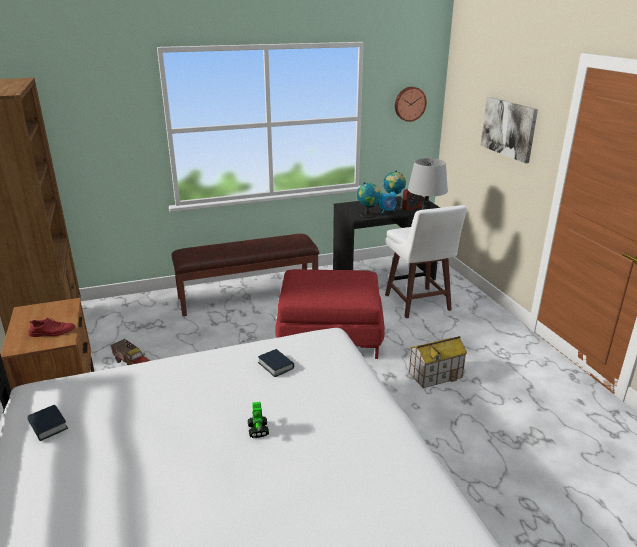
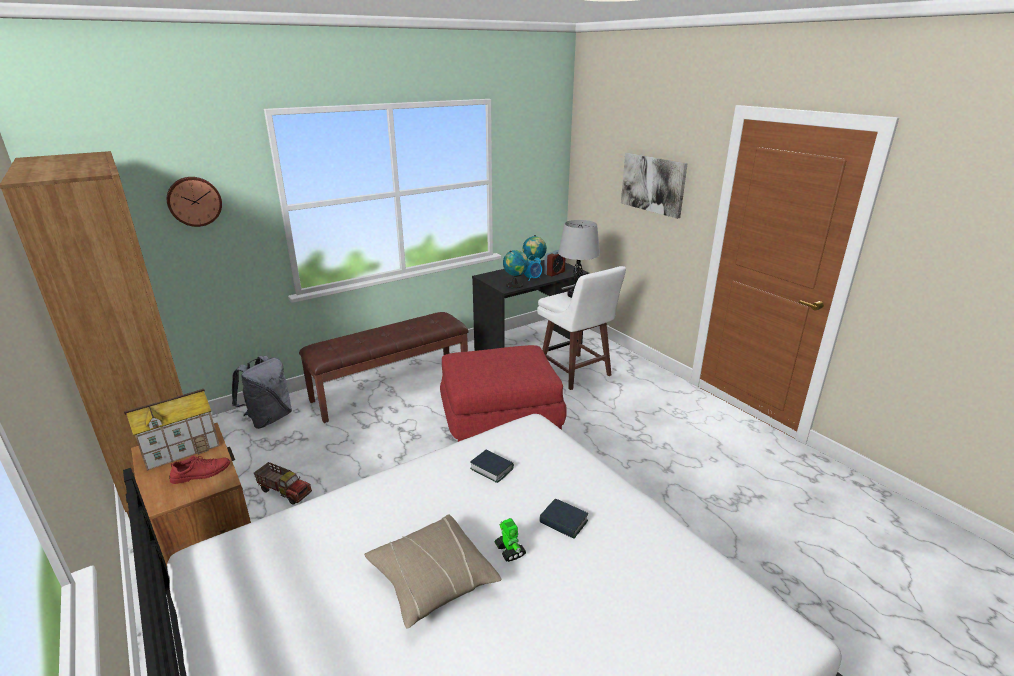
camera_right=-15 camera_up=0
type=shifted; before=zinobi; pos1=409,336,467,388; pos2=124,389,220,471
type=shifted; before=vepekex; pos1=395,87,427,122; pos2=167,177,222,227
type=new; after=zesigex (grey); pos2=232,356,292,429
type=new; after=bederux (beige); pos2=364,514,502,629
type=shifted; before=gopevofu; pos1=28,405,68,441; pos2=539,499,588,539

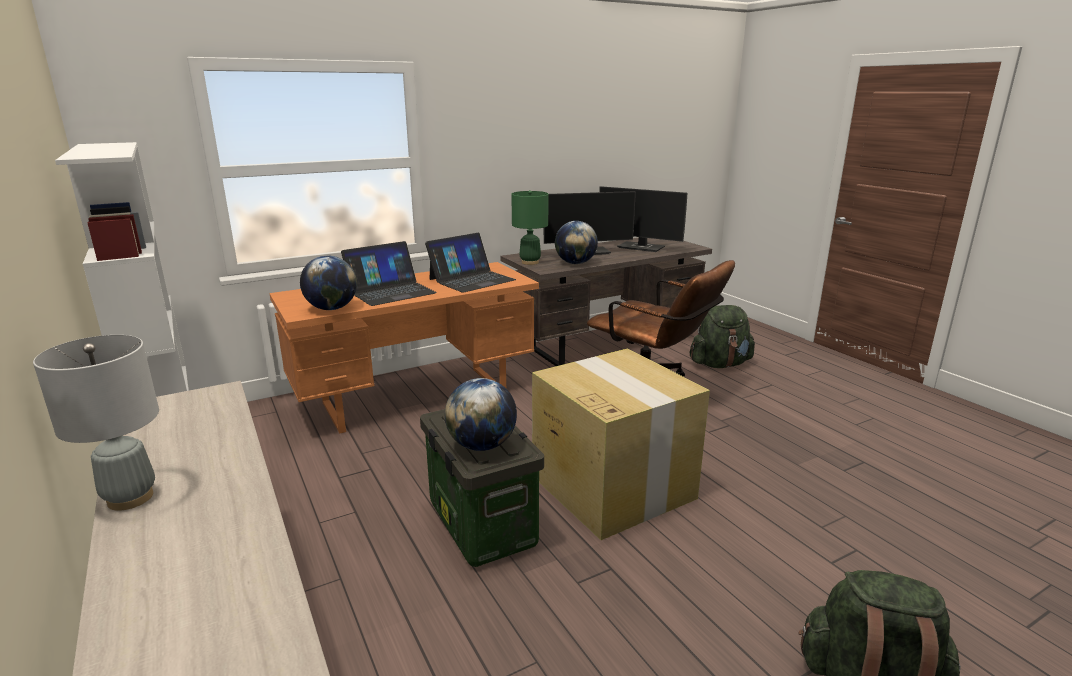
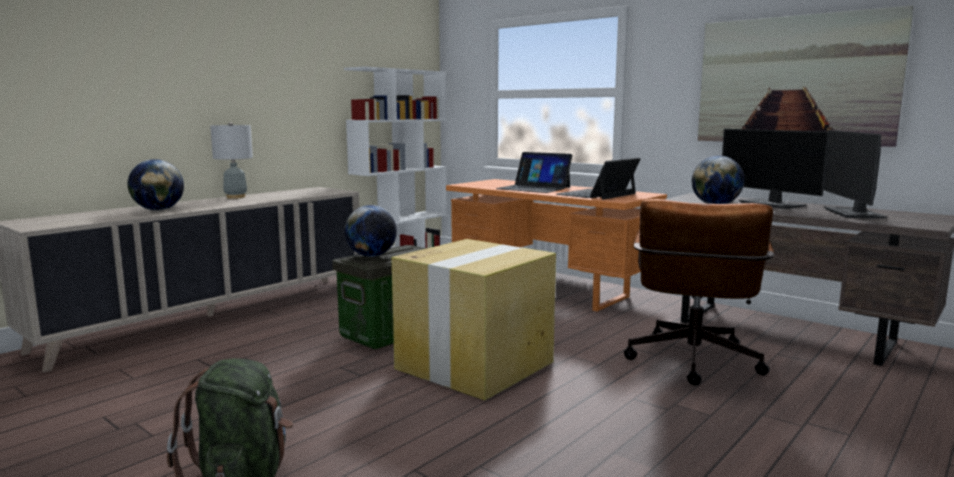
camera_right=70 camera_up=-10
type=shifted; before=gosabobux; pos1=300,255,357,310; pos2=128,159,184,210
type=rotated; before=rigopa; pos1=425,233,516,293; pos2=557,158,640,200; turn=105
type=new; after=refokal; pos2=698,5,914,147
type=gone; before=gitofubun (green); pos1=511,190,549,265
type=gone; before=zesigex (green); pos1=690,305,755,368

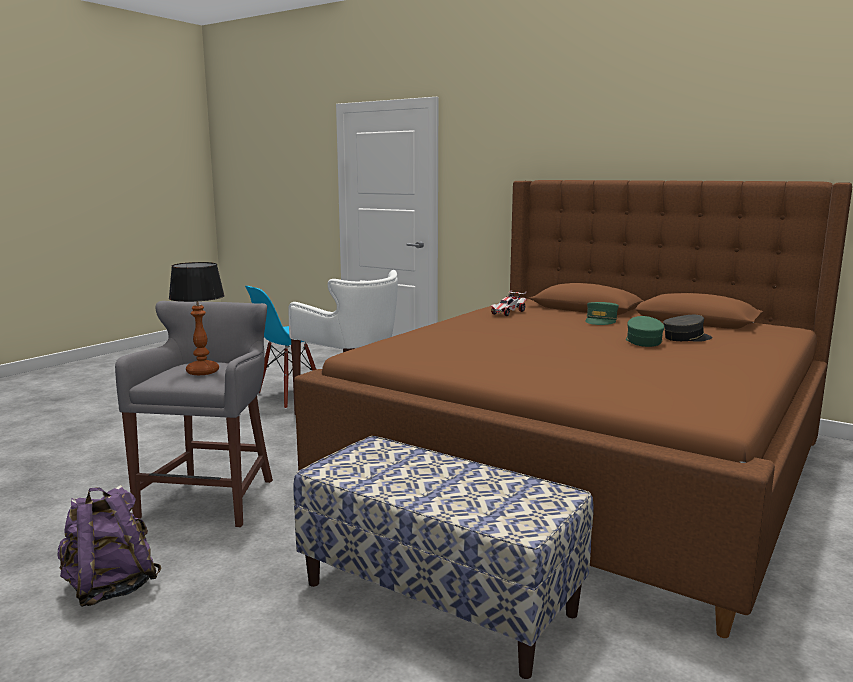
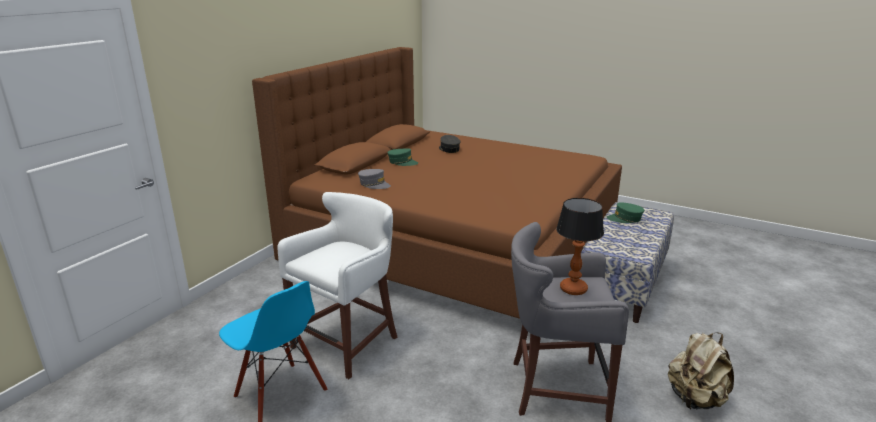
camera_right=-95 camera_up=10
type=swapped; before=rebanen; after=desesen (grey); pos1=490,290,527,316; pos2=358,169,391,189
type=shifted; before=desesen (green); pos1=626,316,664,347; pos2=606,202,644,223
type=repainted; before=zesigex (purple); after=zesigex (beige); pos1=58,485,162,607; pos2=668,332,734,409

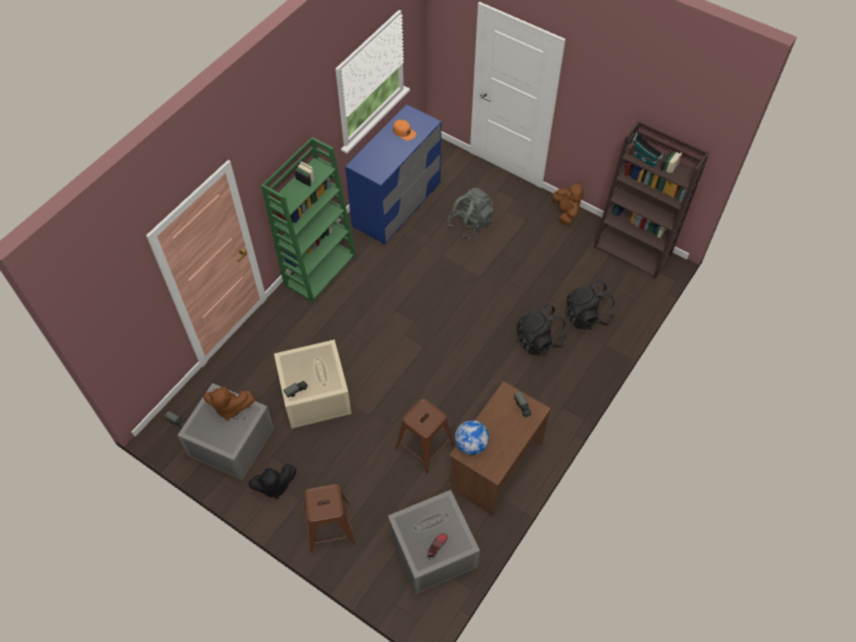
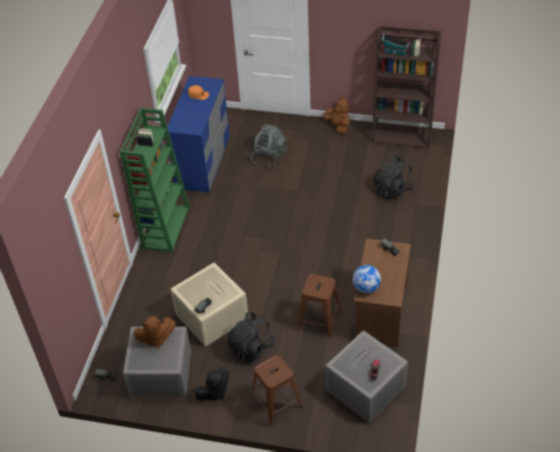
camera_right=-20 camera_up=-10
type=shifted; before=zesigex (black); pos1=517,304,566,355; pos2=227,312,275,363

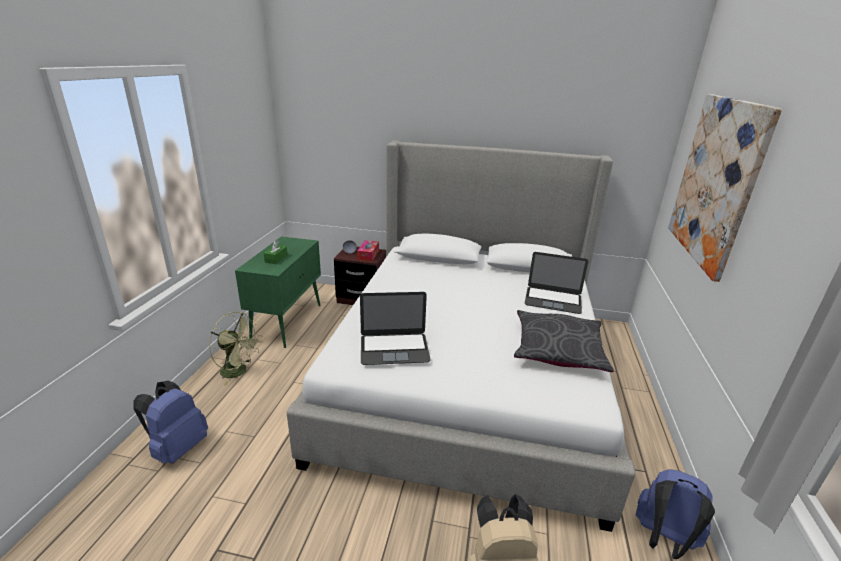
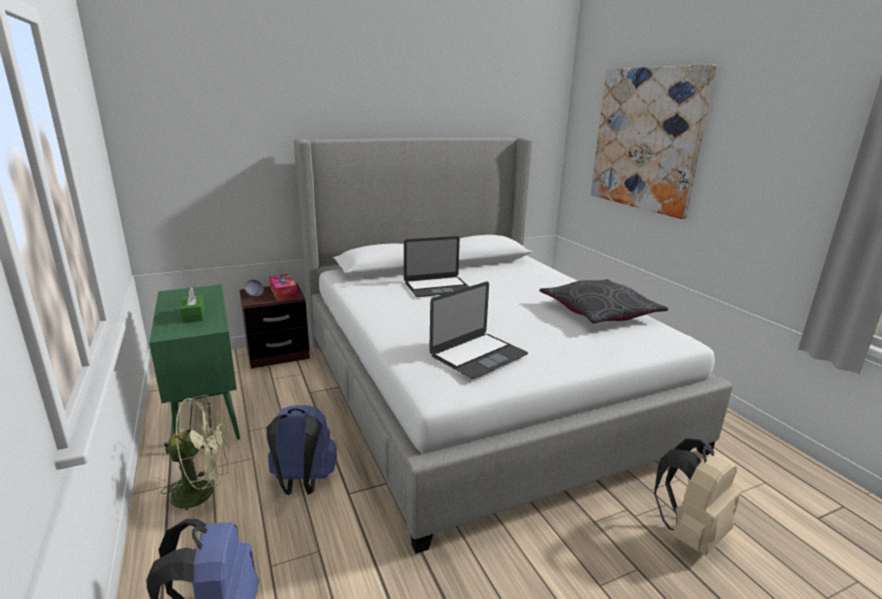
camera_right=-35 camera_up=-5
type=shifted; before=zesigex (blue); pos1=636,469,715,559; pos2=267,406,337,495
type=shifted; before=rigopa; pos1=525,252,588,314; pos2=404,236,469,297

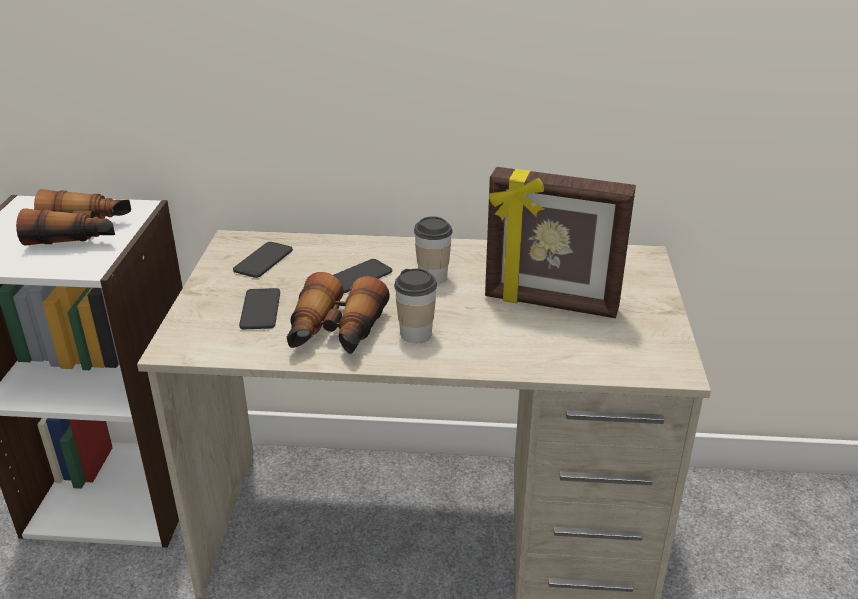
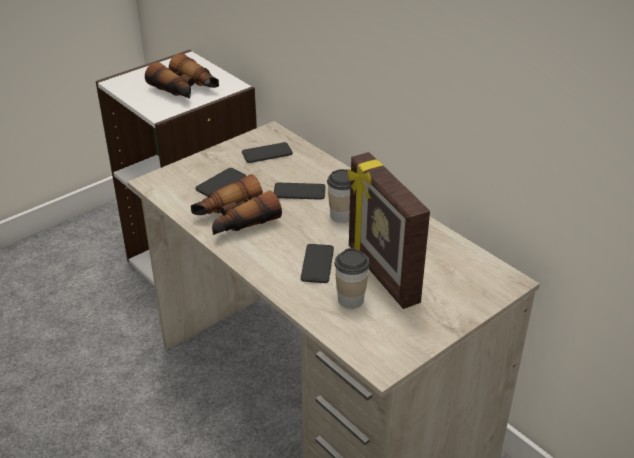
camera_right=45 camera_up=5
type=new; after=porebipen; pos2=301,244,334,283
type=shifted; before=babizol; pos1=394,269,437,343; pos2=334,248,370,308

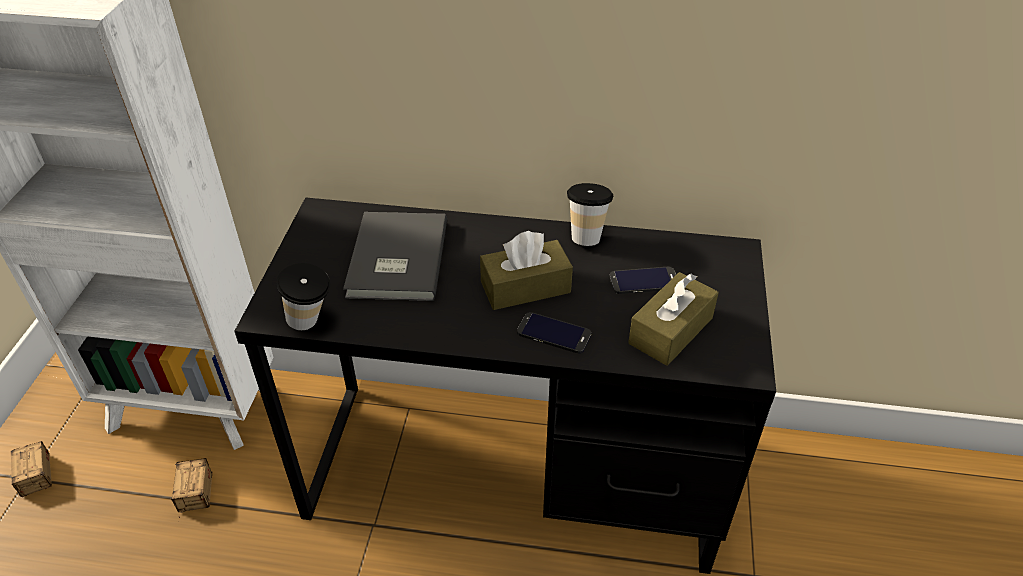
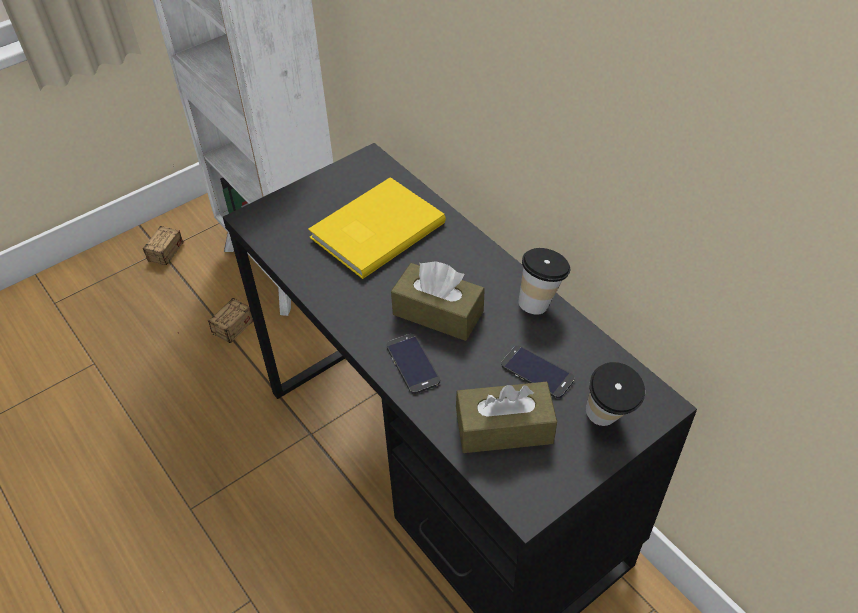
camera_right=45 camera_up=5
type=repainted; before=gopevofu (grey); after=gopevofu (yellow); pos1=343,212,447,301; pos2=308,177,446,279
type=shifted; before=babizol; pos1=277,263,330,330; pos2=586,362,645,426

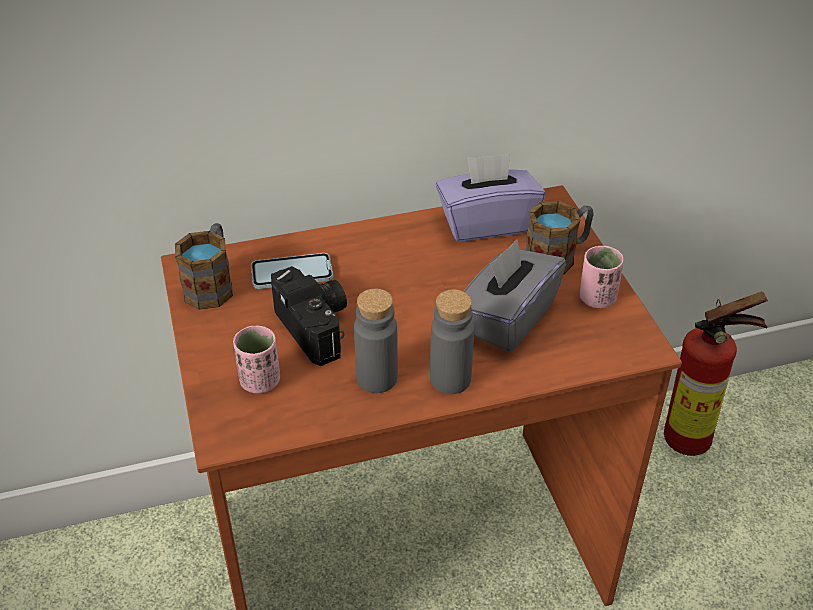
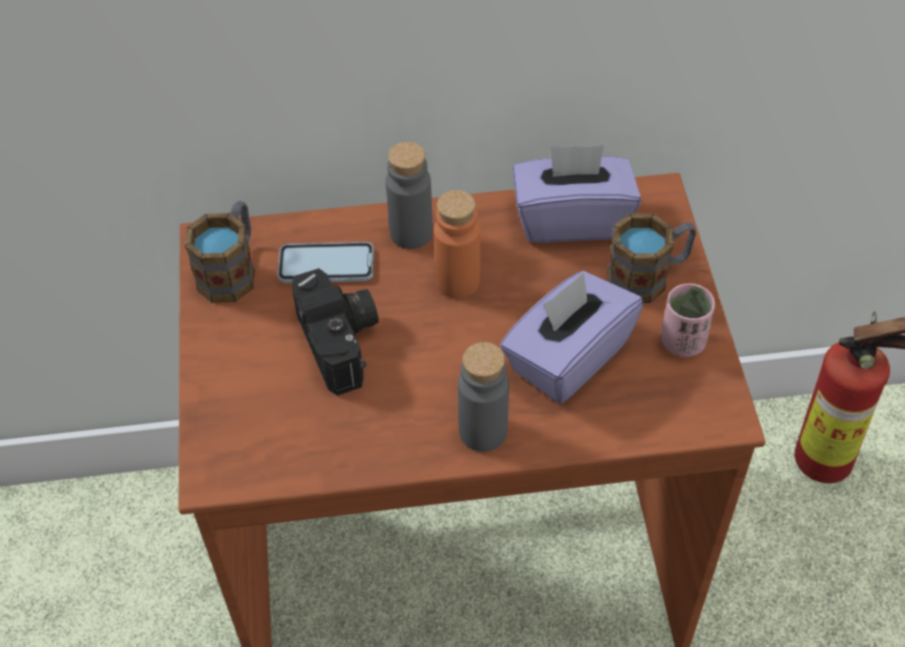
camera_right=10 camera_up=10
type=shifted; before=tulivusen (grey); pos1=354,288,398,393; pos2=386,142,433,249
type=new; after=tulivusen (orange); pos2=434,190,480,298
type=repainted; before=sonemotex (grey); after=sonemotex (purple); pos1=463,239,566,352; pos2=500,271,644,404
type=gone; before=babizol (pink); pos1=233,326,280,393

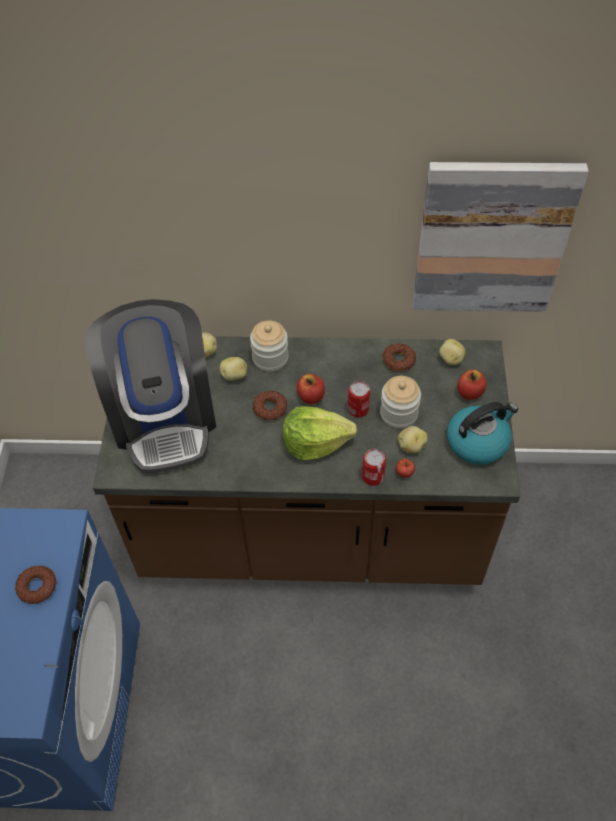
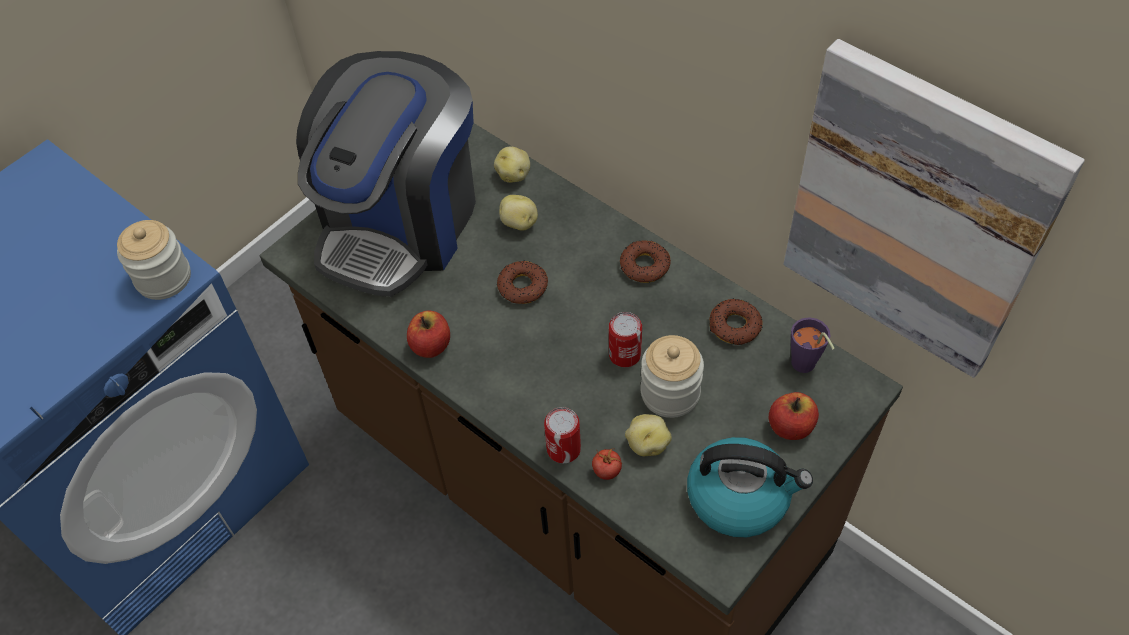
camera_right=40 camera_up=0
type=shifted; before=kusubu; pos1=250,320,289,372; pos2=117,220,191,300
type=shifted; before=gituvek; pos1=297,374,325,404; pos2=407,311,450,358
type=shifted; before=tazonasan; pos1=15,566,56,604; pos2=620,240,671,283
type=swapped; before=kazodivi; after=babizol (purple); pos1=439,339,465,365; pos2=791,317,835,373
type=gone; before=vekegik; pos1=283,406,358,460

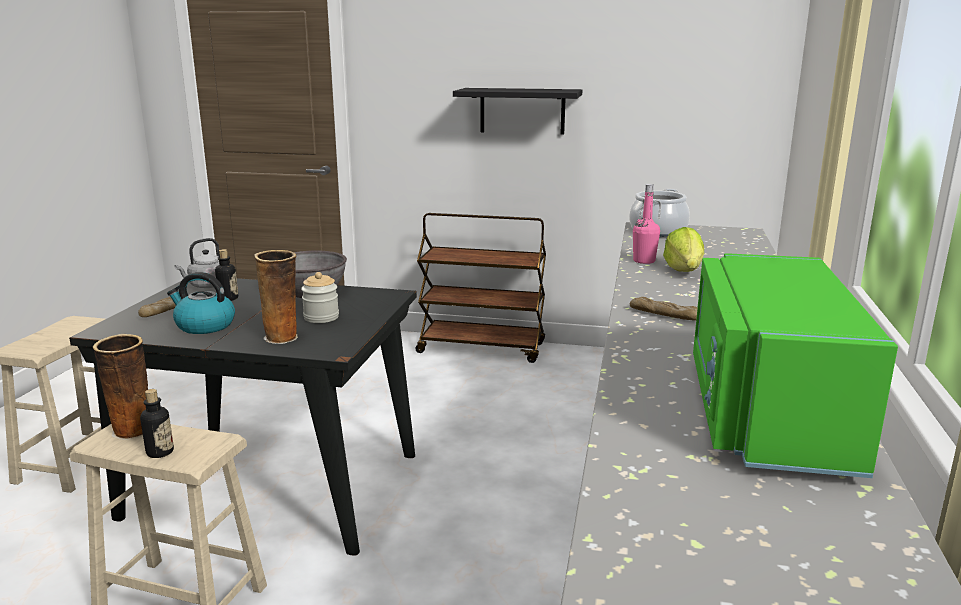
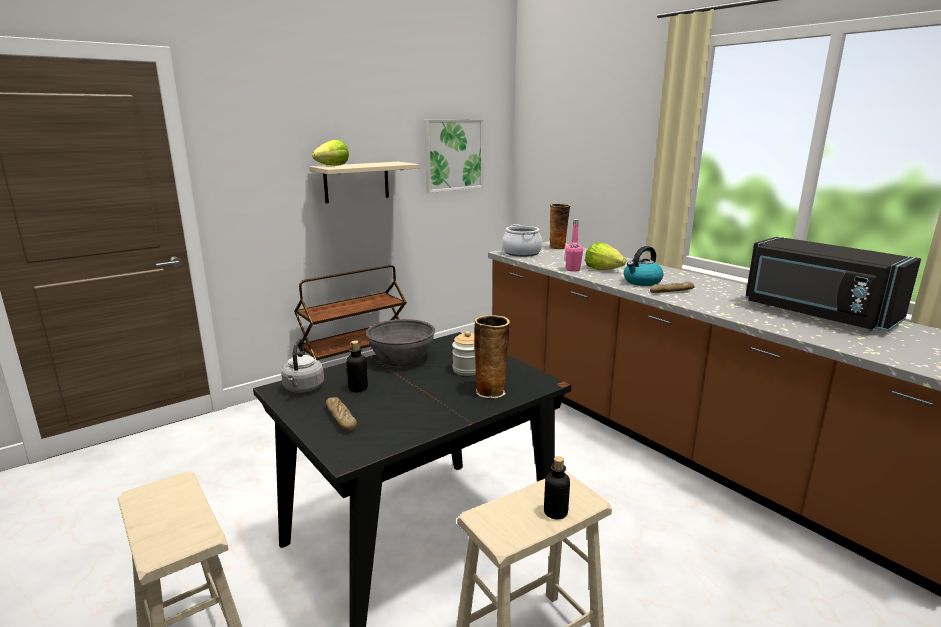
camera_right=-50 camera_up=0
type=repainted; before=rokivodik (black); after=rokivodik (beige); pos1=453,88,582,134; pos2=309,162,419,203
type=new; after=vekegik; pos2=312,140,349,166
type=new; after=refokal; pos2=425,119,484,193
type=shifted; before=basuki; pos1=93,334,148,440; pos2=549,203,571,250
type=shifted; before=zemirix; pos1=167,272,235,334; pos2=624,246,663,286
type=repainted; before=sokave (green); after=sokave (black); pos1=693,253,898,478; pos2=745,237,921,331

